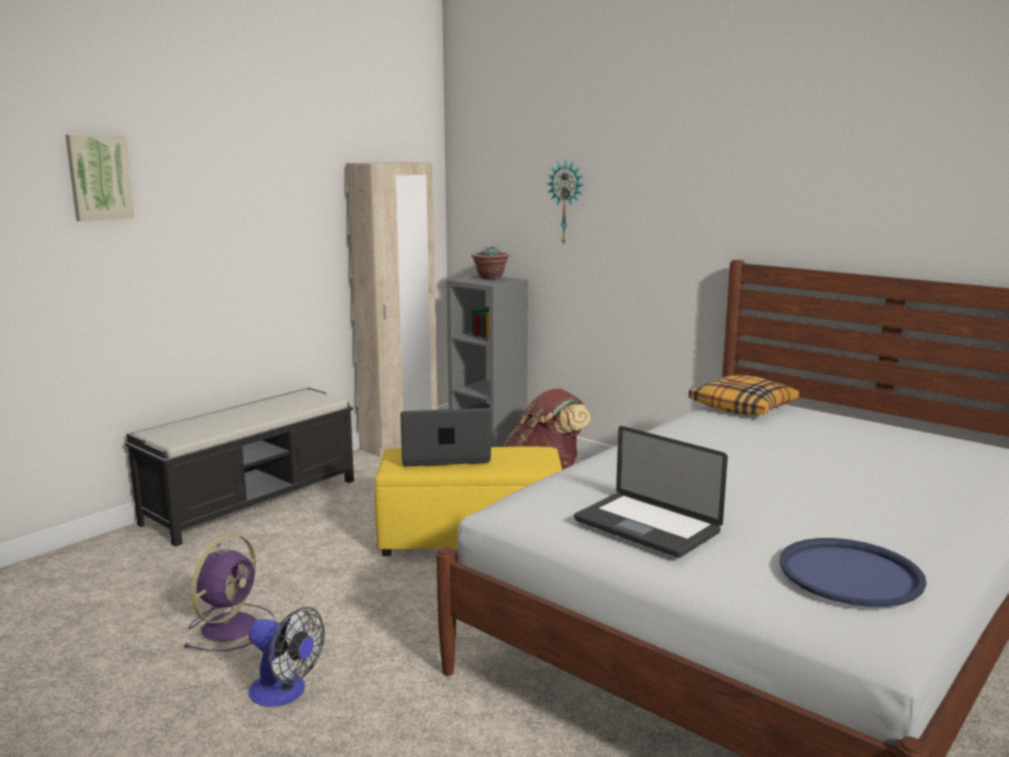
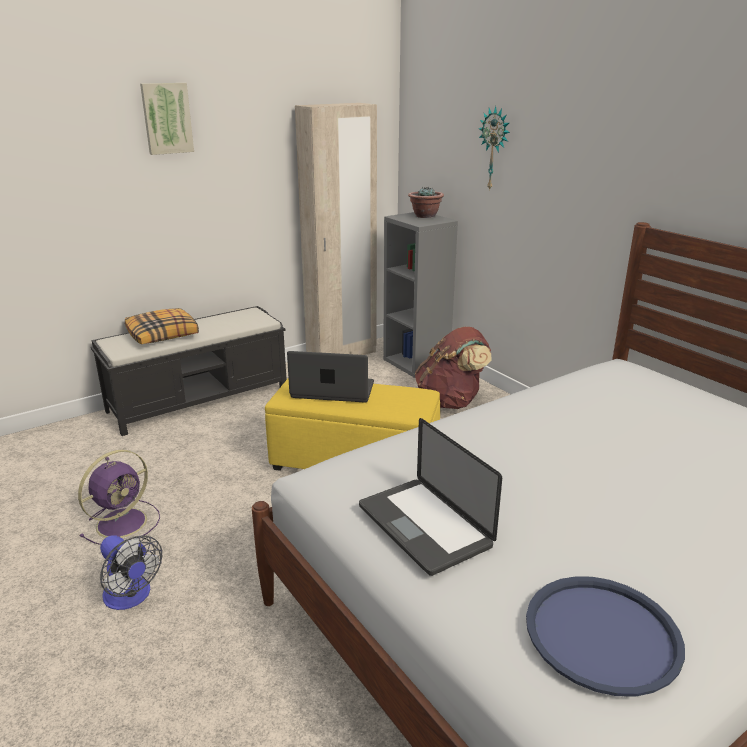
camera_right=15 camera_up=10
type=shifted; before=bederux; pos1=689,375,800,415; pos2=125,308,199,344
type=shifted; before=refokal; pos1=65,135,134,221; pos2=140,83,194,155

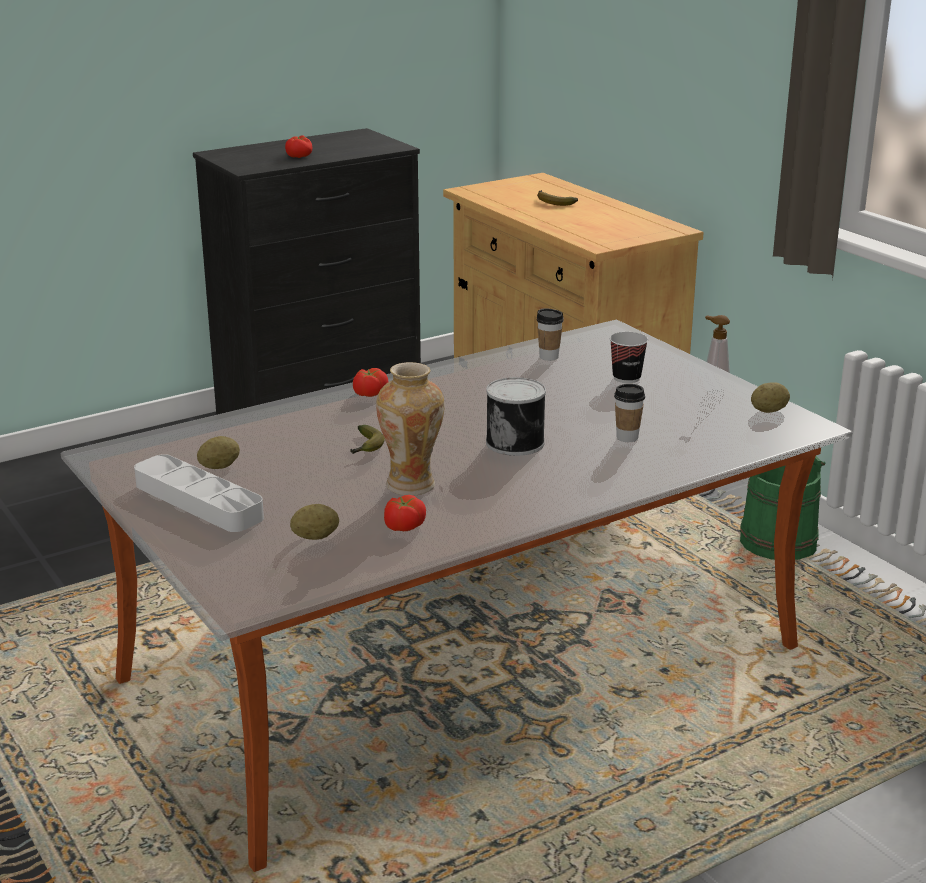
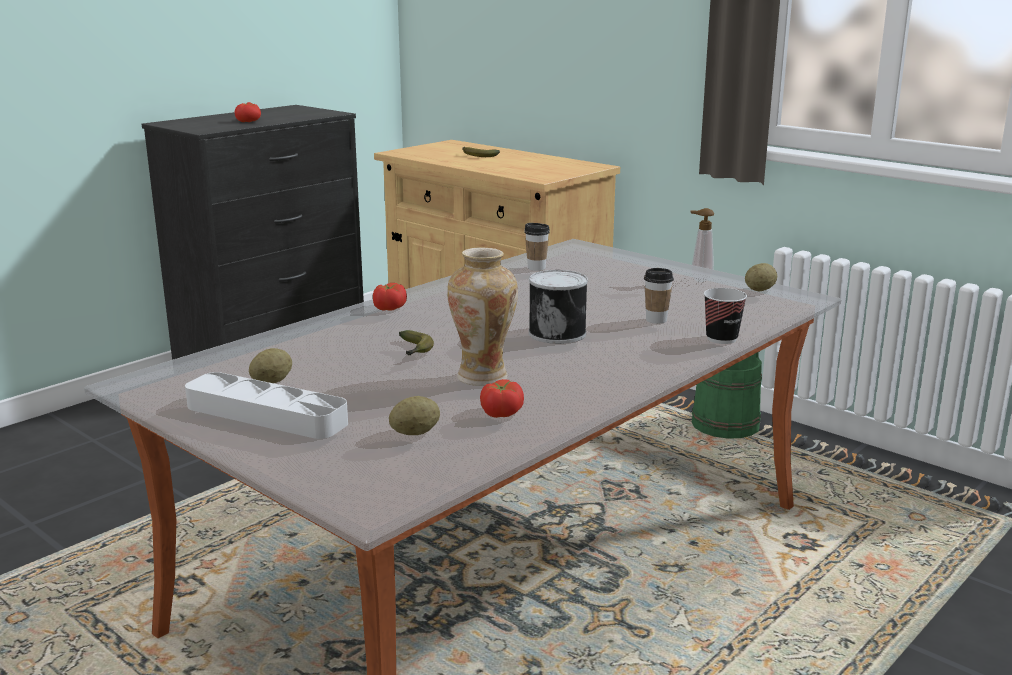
camera_right=-15 camera_up=-5
type=shifted; before=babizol; pos1=610,332,648,383; pos2=704,288,747,344

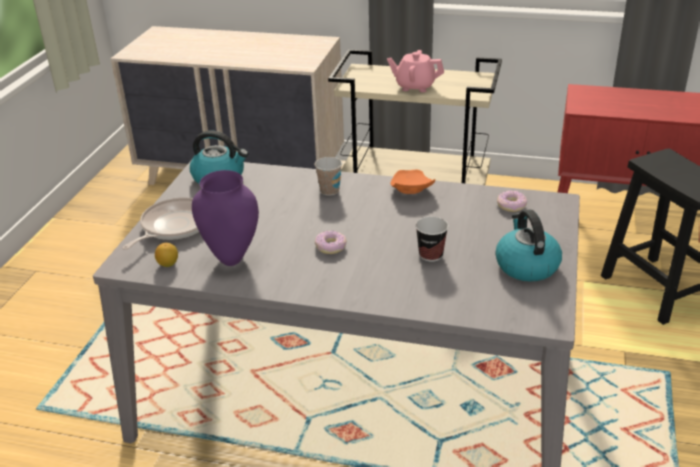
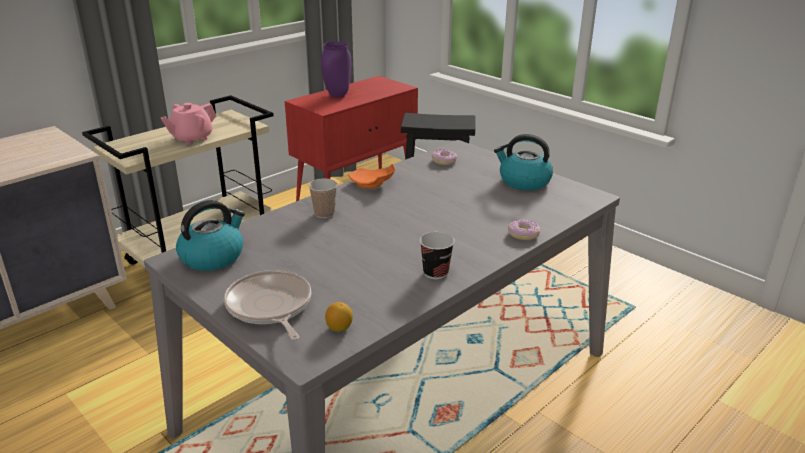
camera_right=-60 camera_up=-5
type=shifted; before=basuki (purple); pos1=192,170,259,266; pos2=321,42,351,97
type=shifted; before=babizol; pos1=415,217,449,262; pos2=420,232,454,279
type=shifted; before=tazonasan; pos1=315,230,347,254; pos2=508,220,540,240

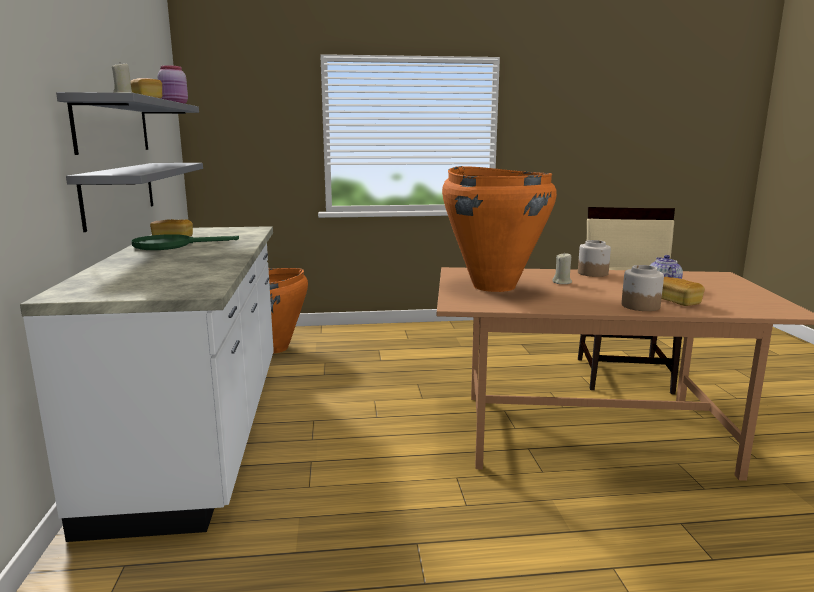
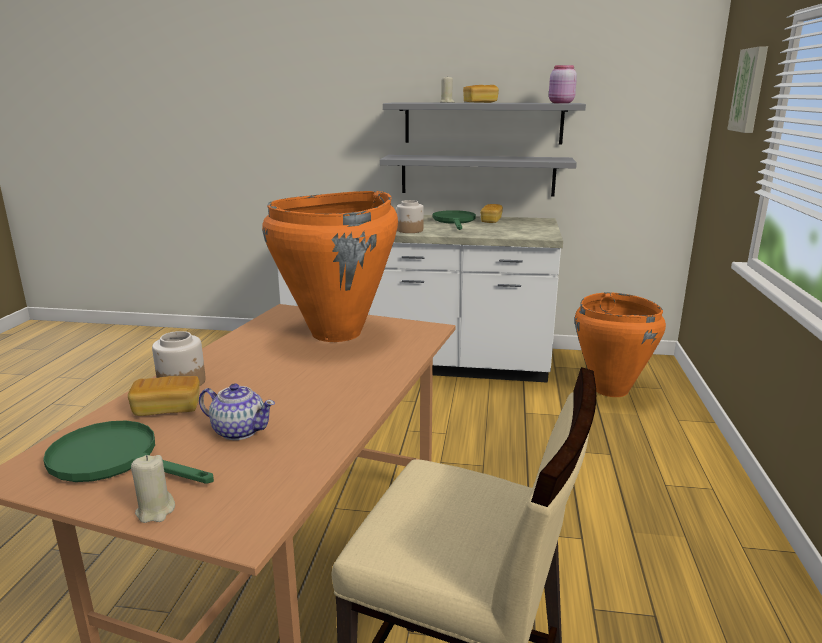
camera_right=105 camera_up=5
type=new; after=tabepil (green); pos2=43,421,214,484
type=shifted; before=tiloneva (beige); pos1=552,252,572,284; pos2=131,455,175,523
type=shifted; before=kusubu; pos1=578,240,611,277; pos2=397,200,424,233
type=new; after=refokal; pos2=727,46,768,133

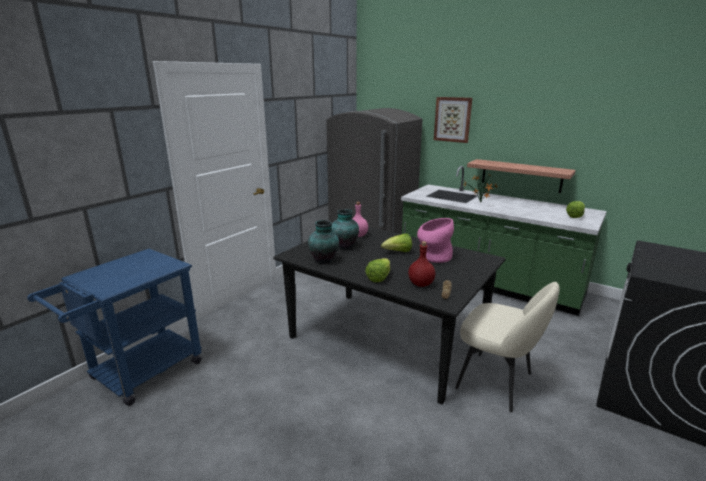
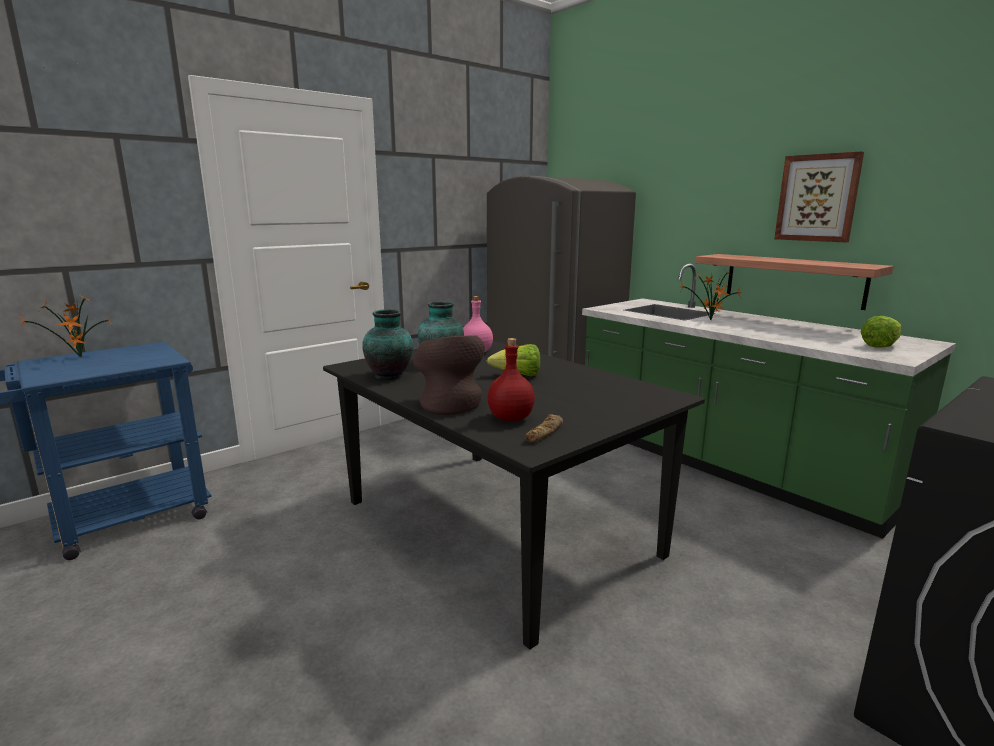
camera_right=15 camera_up=-5
type=new; after=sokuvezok; pos2=20,295,112,357
type=swapped; before=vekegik; after=basuki (brown); pos1=365,258,390,282; pos2=413,336,485,415
type=shifted; before=refokal; pos1=434,97,472,143; pos2=774,151,864,242
type=gone; before=basuki (pink); pos1=417,218,454,263
type=gone; before=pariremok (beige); pos1=455,282,560,412

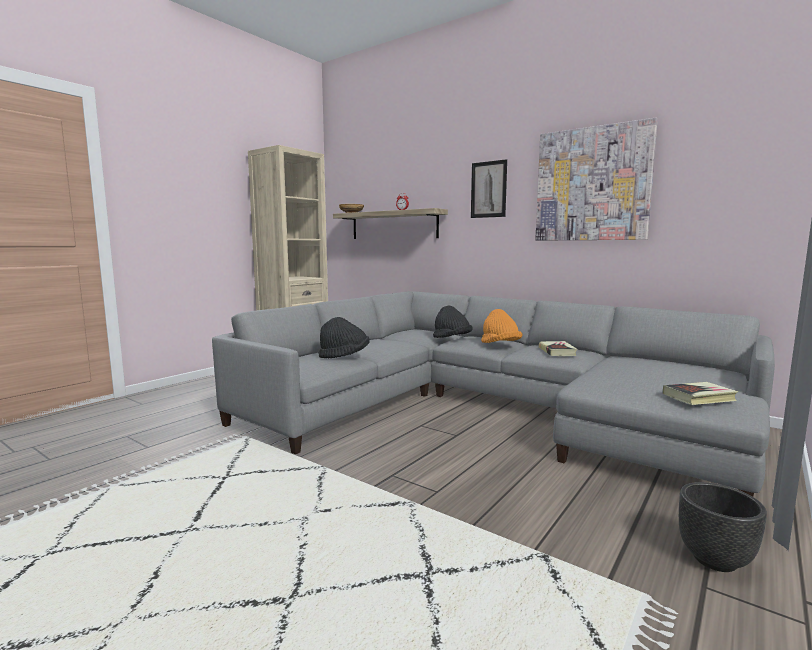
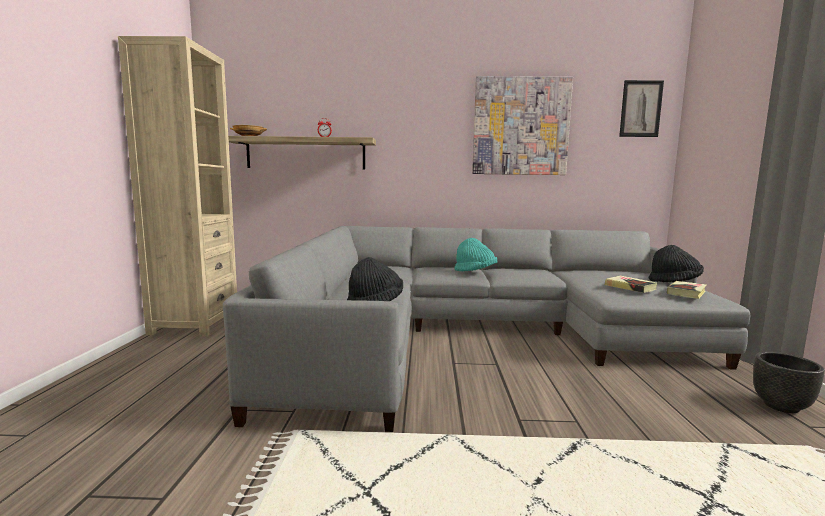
camera_right=-35 camera_up=0
type=repainted; before=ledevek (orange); after=ledevek (turquoise); pos1=481,309,522,343; pos2=454,238,497,271
type=shifted; before=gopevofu; pos1=539,341,578,356; pos2=605,276,658,293
type=shifted; before=refokal; pos1=471,159,507,218; pos2=619,80,664,137
type=shifted; before=ledevek (black); pos1=433,306,472,338; pos2=649,245,704,282

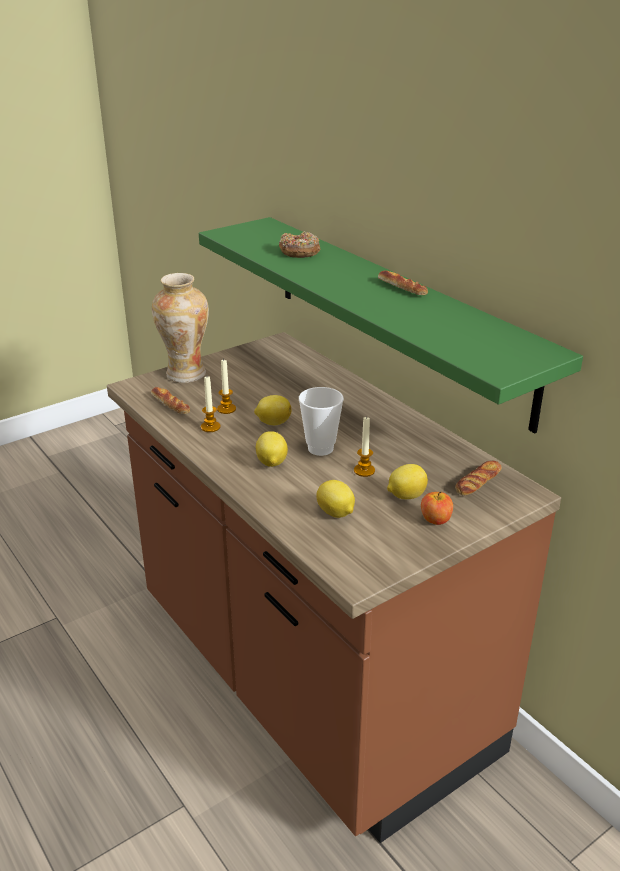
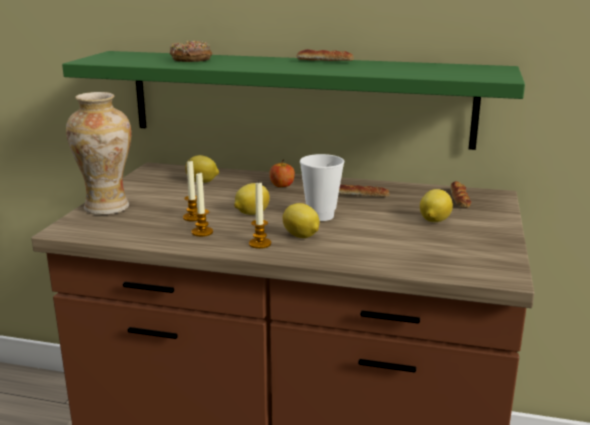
camera_right=-40 camera_up=-10
type=shifted; before=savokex; pos1=316,480,355,518; pos2=185,155,219,183
type=shifted; before=tiloneva; pos1=354,416,375,477; pos2=249,181,271,249
type=shifted; before=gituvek; pos1=421,491,453,525; pos2=269,159,295,187
type=shifted; before=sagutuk; pos1=151,387,190,414; pos2=339,185,390,197

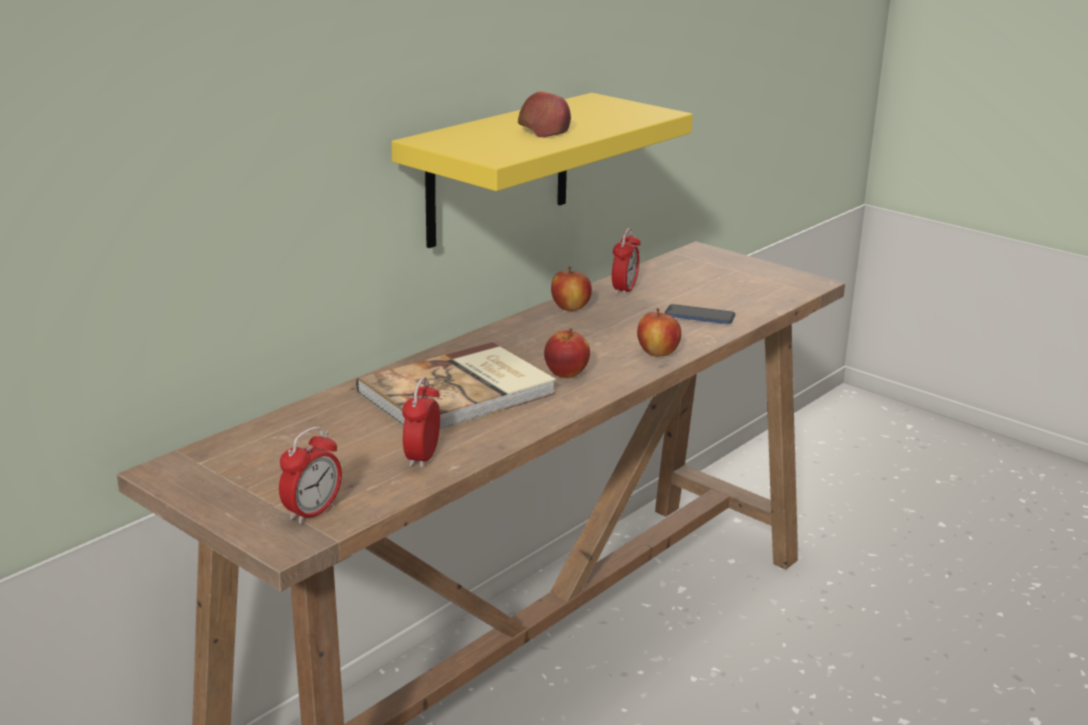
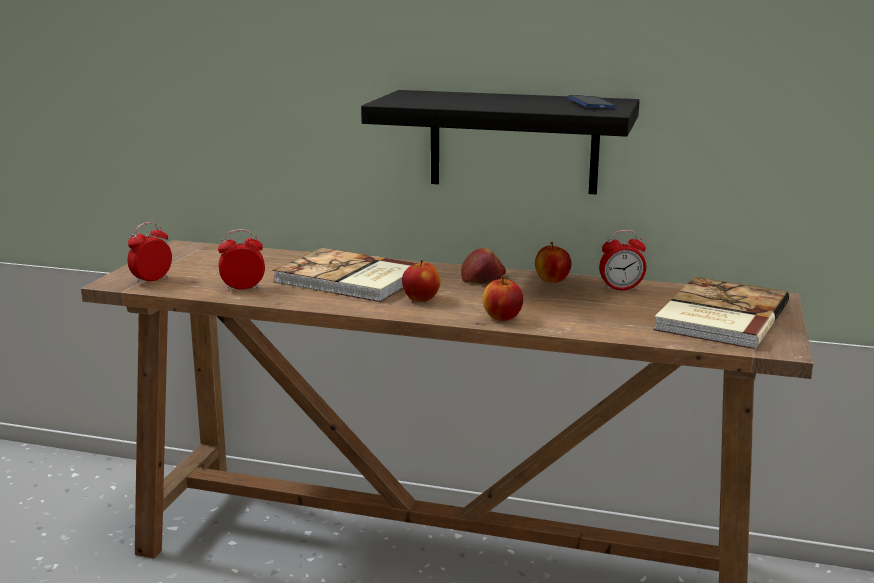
camera_right=65 camera_up=-5
type=rotated; before=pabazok; pos1=279,427,342,524; pos2=127,222,172,285; turn=120
type=repainted; before=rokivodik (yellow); after=rokivodik (black); pos1=391,93,693,248; pos2=361,90,640,195
type=shifted; before=gituvek; pos1=518,91,571,138; pos2=461,248,506,284
type=shifted; before=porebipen; pos1=665,304,735,324; pos2=568,95,616,108
type=new; after=gopevofu; pos2=654,277,789,349

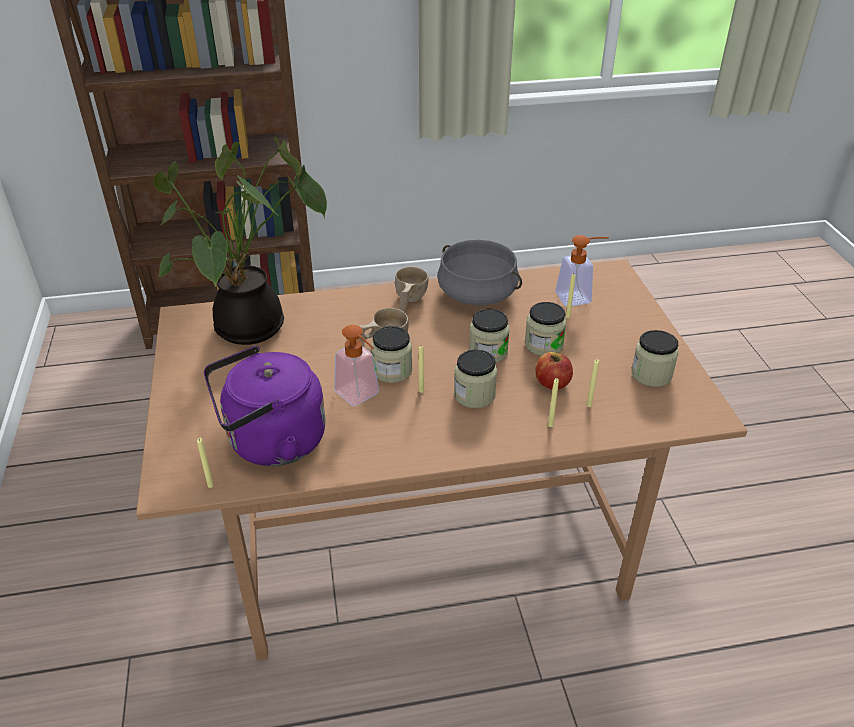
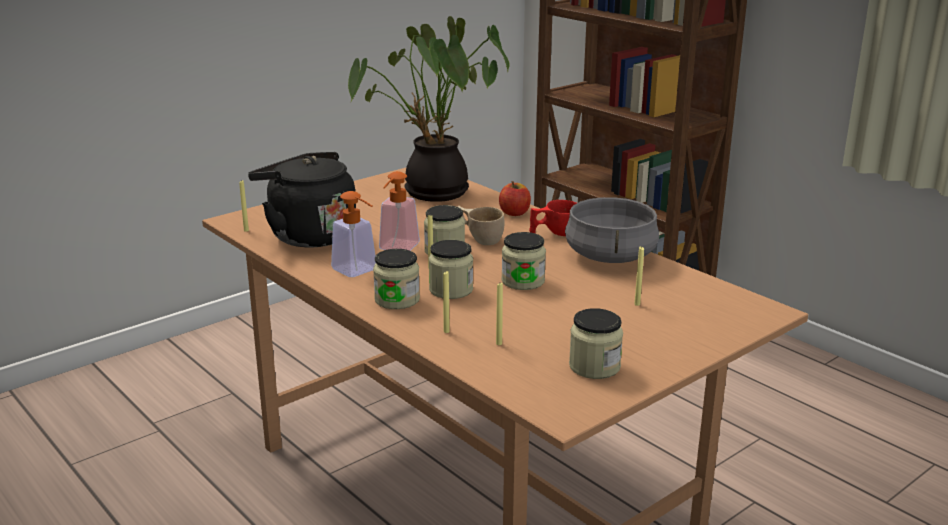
camera_right=60 camera_up=-15
type=repainted; before=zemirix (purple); after=zemirix (black); pos1=204,346,326,466; pos2=248,152,356,248
type=shifted; before=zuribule; pos1=555,235,609,306; pos2=331,191,376,277
type=shifted; before=kusubu; pos1=525,302,567,356; pos2=373,249,420,309
type=shifted; before=gituvek; pos1=535,352,573,389; pos2=499,181,531,216
type=repainted; before=babizol (beige); after=babizol (red); pos1=395,267,428,311; pos2=529,200,577,236

